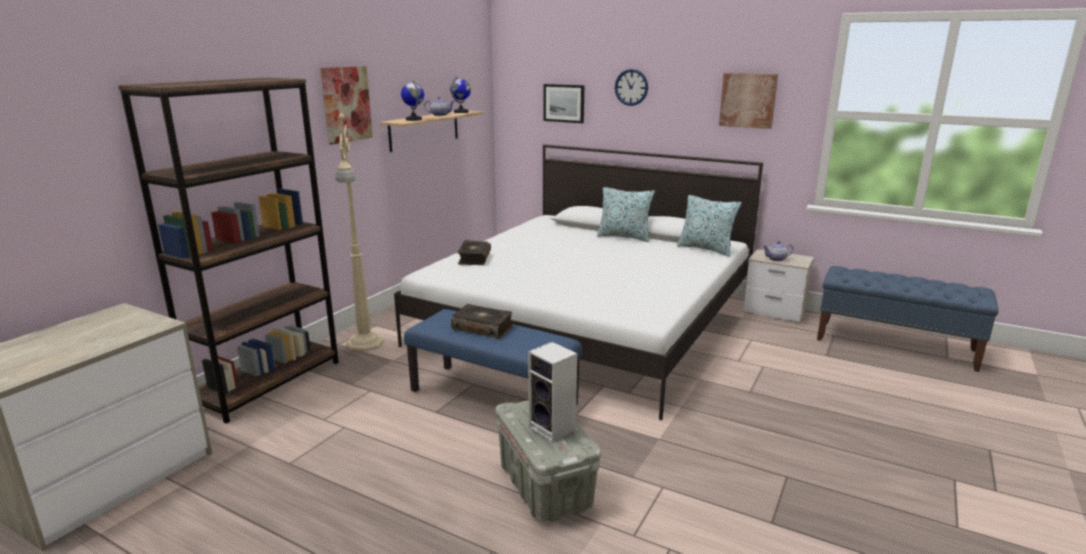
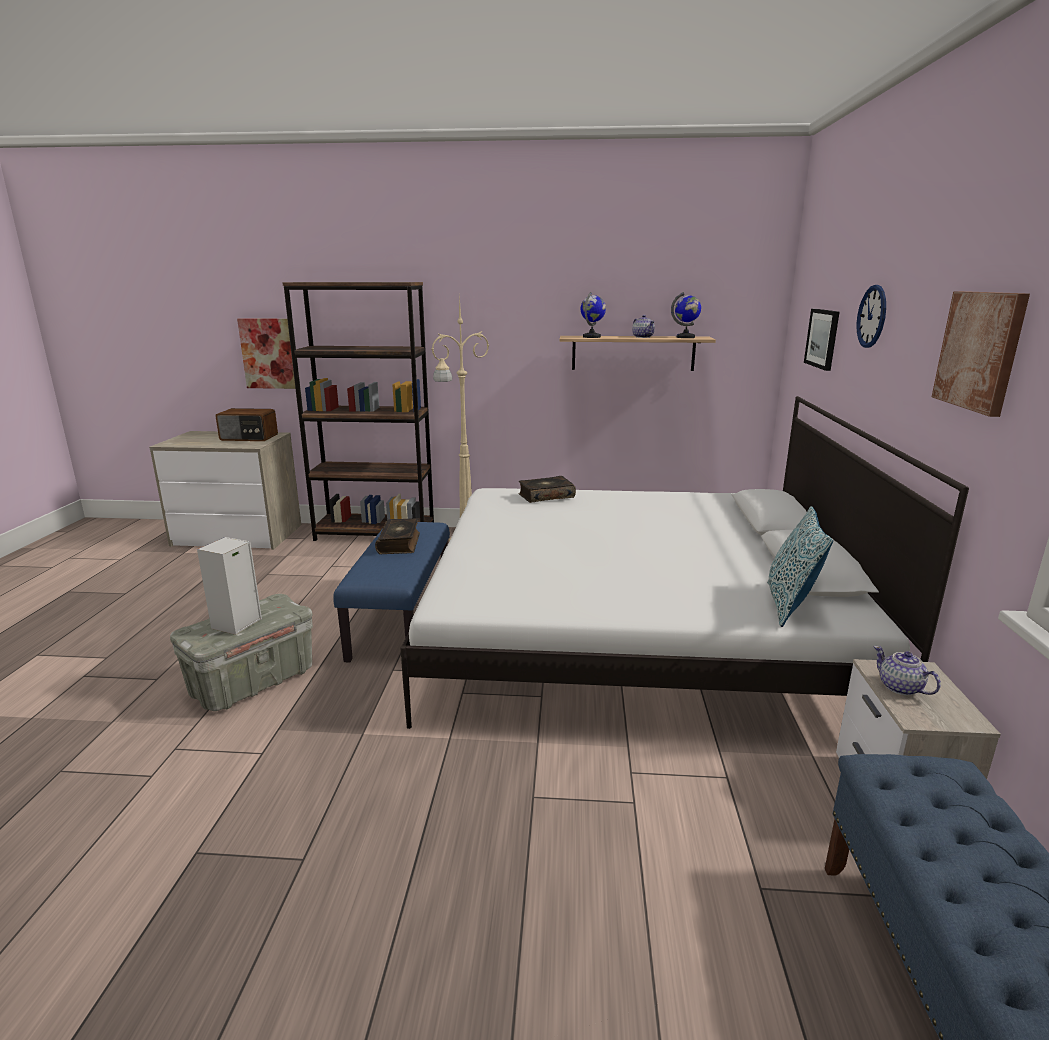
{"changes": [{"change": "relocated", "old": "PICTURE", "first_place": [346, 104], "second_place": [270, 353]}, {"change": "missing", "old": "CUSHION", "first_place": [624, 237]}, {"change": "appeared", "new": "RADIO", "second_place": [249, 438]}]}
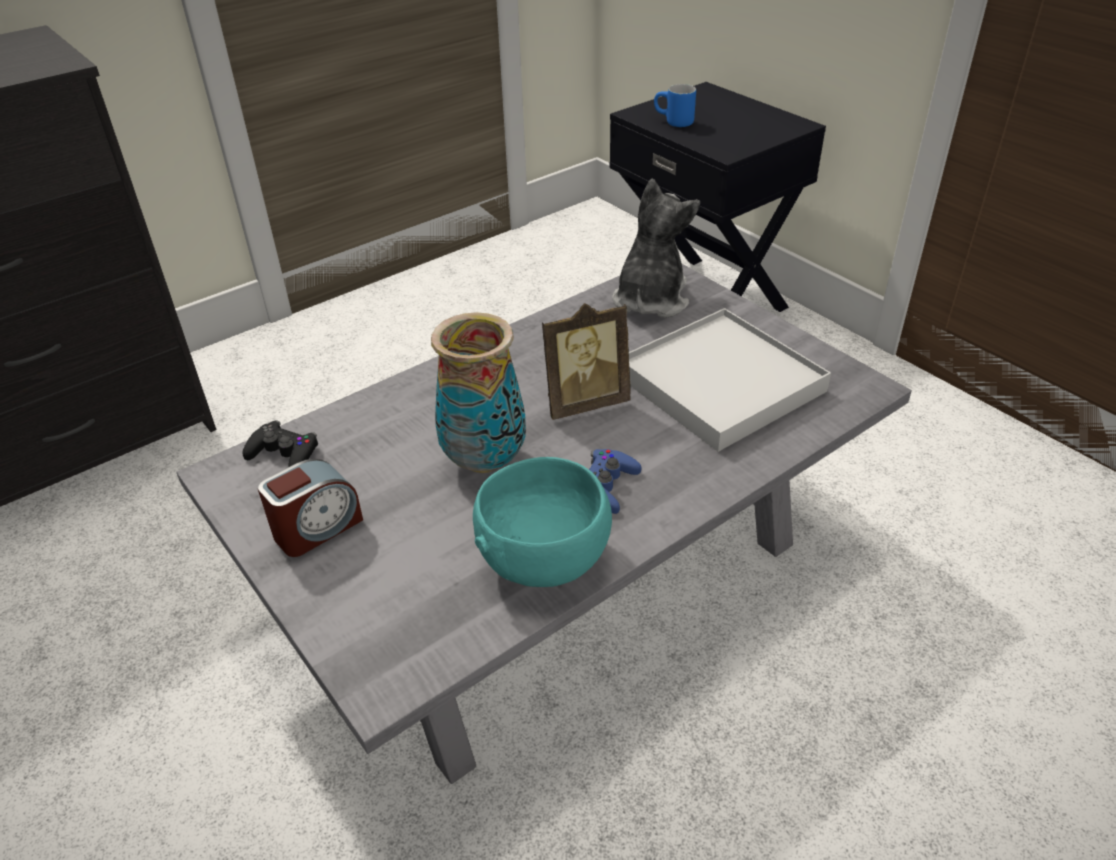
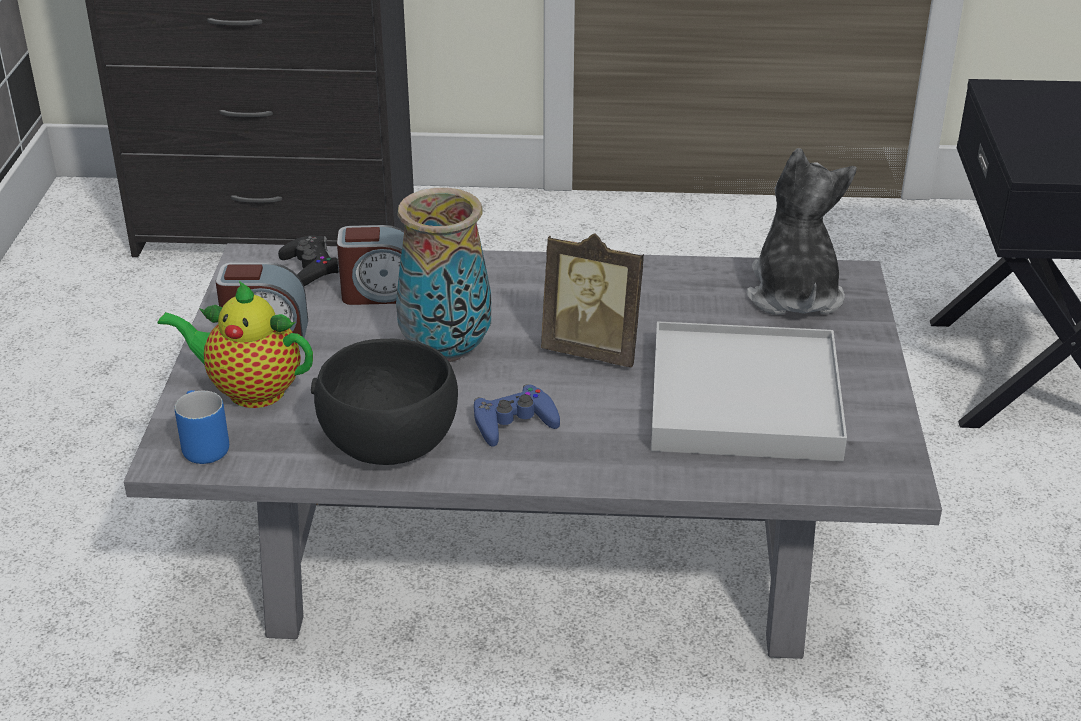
{"changes": [{"change": "relocated", "old": "BLUE-COLOURED TEA MUG", "first_place": [673, 123], "second_place": [200, 446]}, {"change": "spun", "old": "SOFT TOY", "first_place": [650, 299], "second_place": [793, 294], "degrees": -60}, {"change": "colour", "old": "TURQUOISE SERVING BOWL", "new": "BLACK-COLOURED SERVING BOWL", "first_place": [545, 559], "second_place": [390, 446]}, {"change": "appeared", "new": "ALARM CLOCK", "second_place": [381, 293]}, {"change": "appeared", "new": "POT FOR TEA", "second_place": [249, 391]}]}
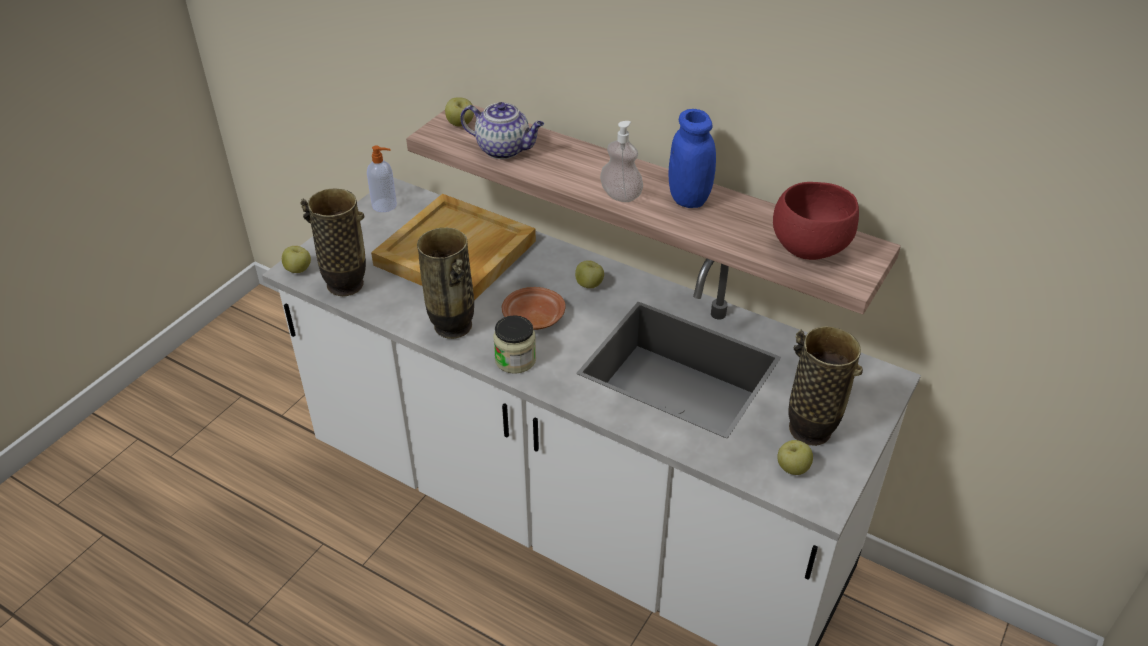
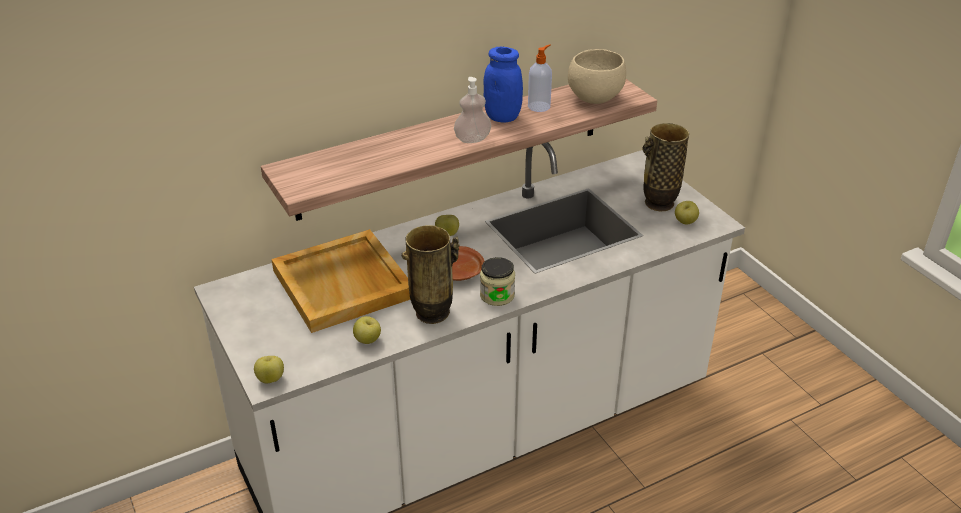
{"changes": [{"change": "relocated", "old": "APPLE FRUIT", "first_place": [460, 124], "second_place": [367, 340]}, {"change": "missing", "old": "POT FOR TEA", "first_place": [504, 149]}, {"change": "relocated", "old": "SOAP BOTTLE", "first_place": [385, 205], "second_place": [539, 106]}, {"change": "colour", "old": "RED-COLOURED SERVING BOWL", "new": "BEIGE SERVING BOWL", "first_place": [808, 248], "second_place": [593, 98]}, {"change": "missing", "old": "DECORATIVE VASE", "first_place": [345, 285]}]}
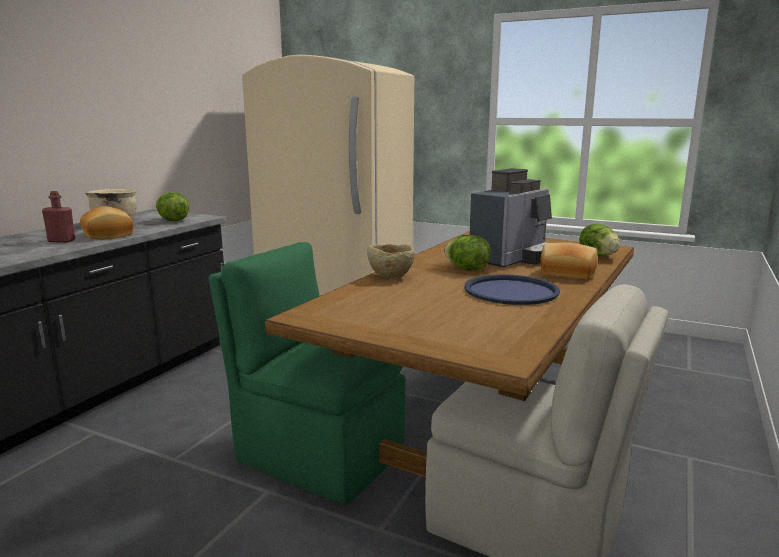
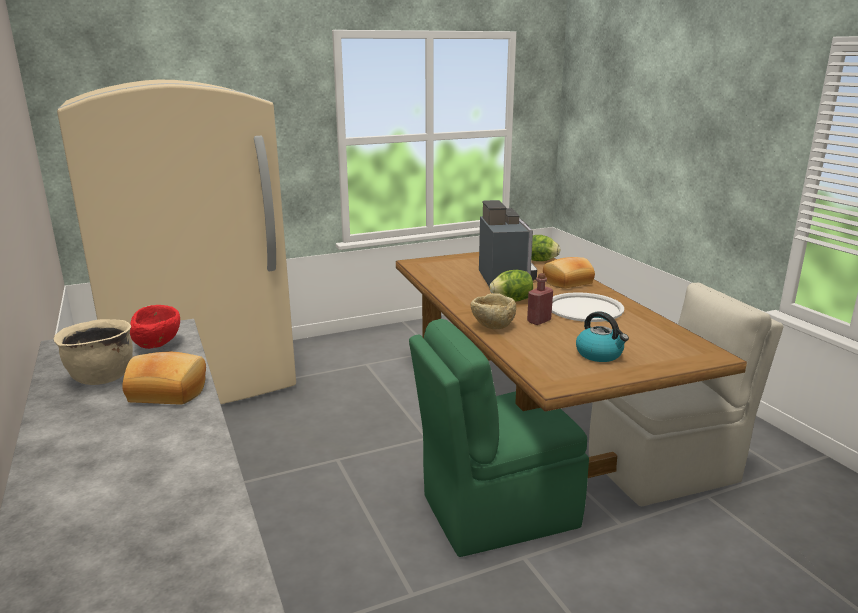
{"changes": [{"change": "relocated", "old": "RED-COLOURED BOTTLE", "first_place": [61, 241], "second_place": [539, 321]}, {"change": "exchanged", "old": "HEAD OF LETTUCE", "new": "RED-COLOURED SERVING BOWL", "first_place": [173, 220], "second_place": [158, 345]}, {"change": "colour", "old": "BLUE-COLOURED TRAY", "new": "WHITE TRAY", "first_place": [511, 291], "second_place": [584, 308]}, {"change": "appeared", "new": "KETTLE", "second_place": [600, 354]}]}
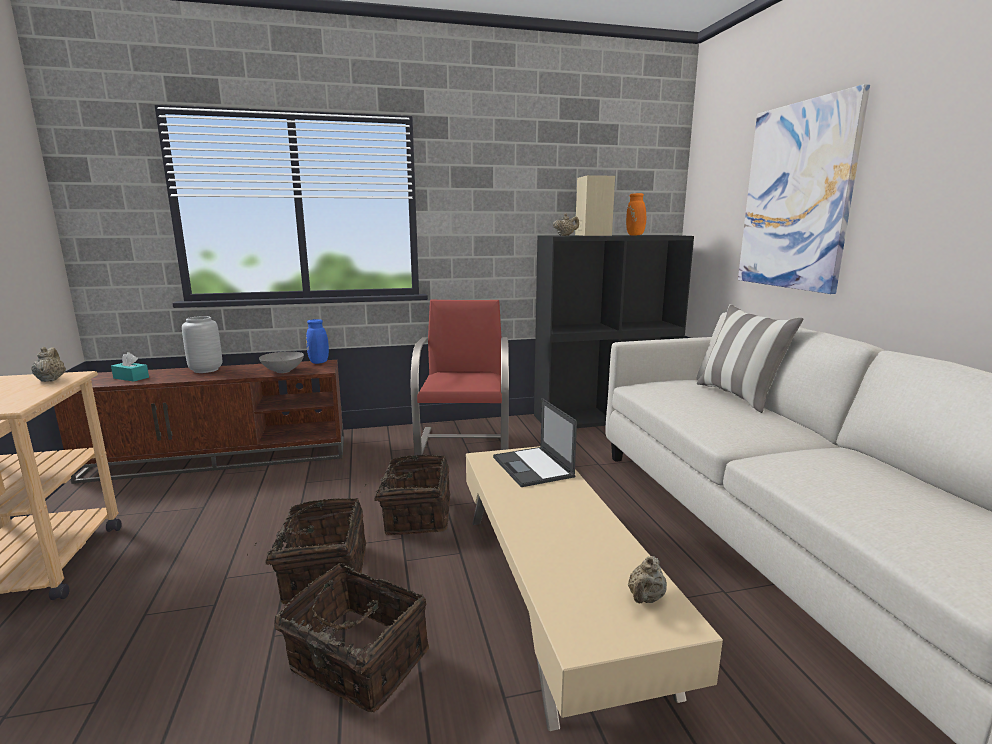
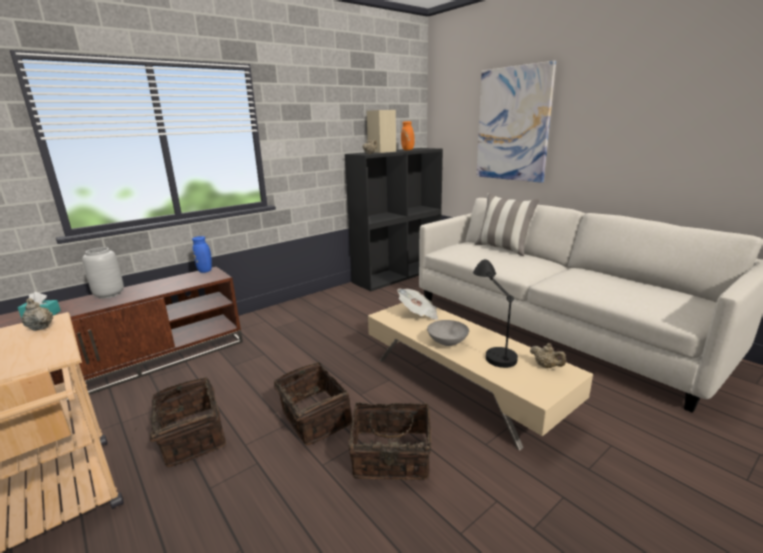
{"changes": [{"change": "missing", "old": "RED-COLOURED LOUNGE CHAIR", "first_place": [464, 441]}, {"change": "relocated", "old": "GREY SERVING BOWL", "first_place": [284, 371], "second_place": [448, 342]}, {"change": "exchanged", "old": "NOTEBOOK COMPUTER", "new": "DAILY PAPER", "first_place": [533, 467], "second_place": [418, 314]}, {"change": "relocated", "old": "HOUSEHOLD BASKET", "first_place": [415, 515], "second_place": [190, 437]}, {"change": "spun", "old": "BEIGE POT FOR TEA", "first_place": [645, 598], "second_place": [546, 366], "degrees": -45}, {"change": "appeared", "new": "BLACK-COLOURED TABLETOP LAMP", "second_place": [492, 345]}]}
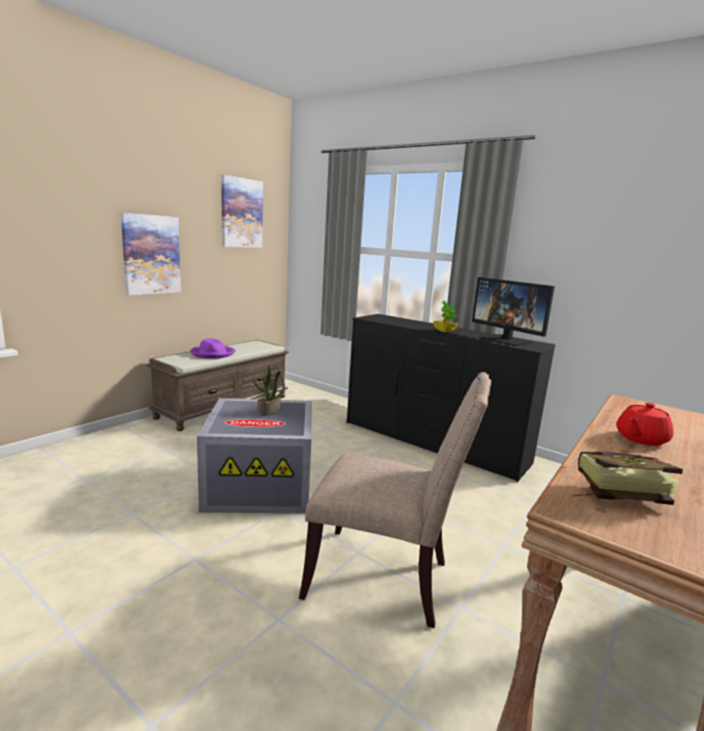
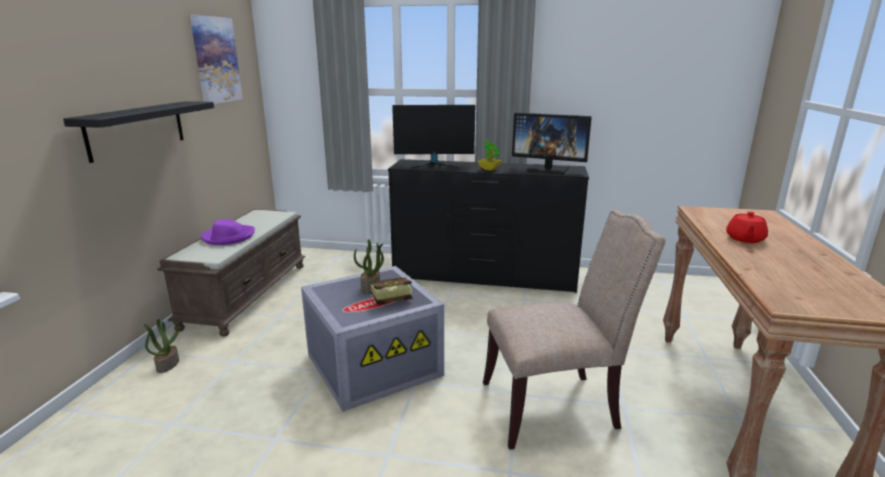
{"changes": [{"change": "exchanged", "old": "PICTURE", "new": "BLACK-COLOURED SHELF", "first_place": [151, 254], "second_place": [137, 129]}, {"change": "relocated", "old": "VOLUME", "first_place": [611, 494], "second_place": [386, 300]}, {"change": "appeared", "new": "MONITOR", "second_place": [434, 165]}, {"change": "appeared", "new": "PLANT IN A POT", "second_place": [167, 364]}]}
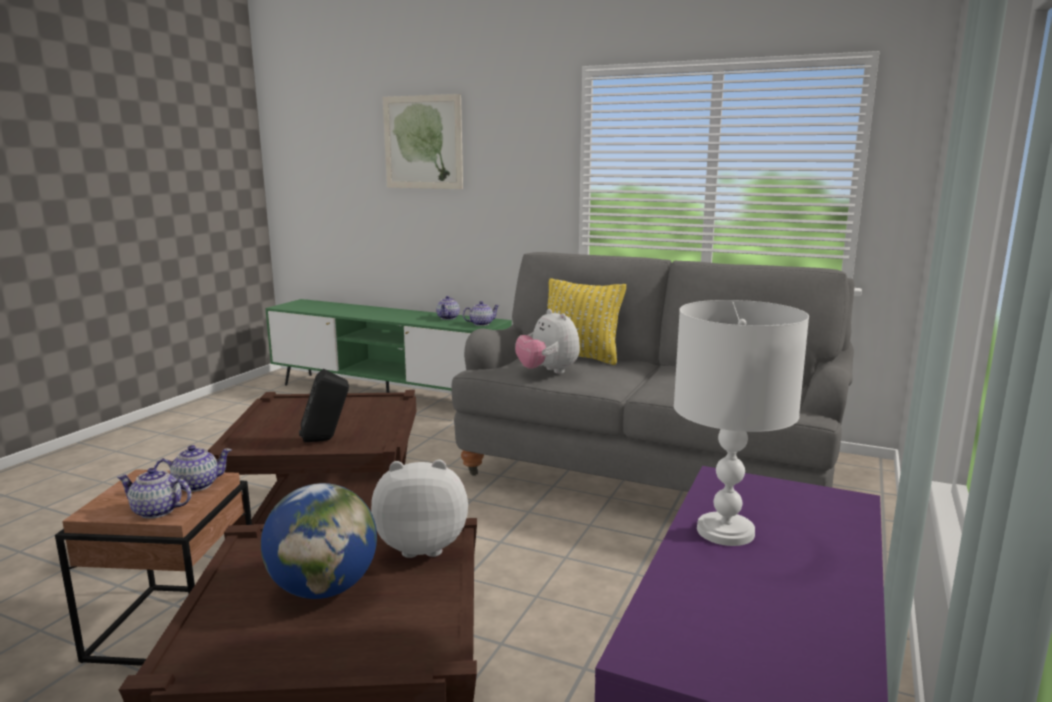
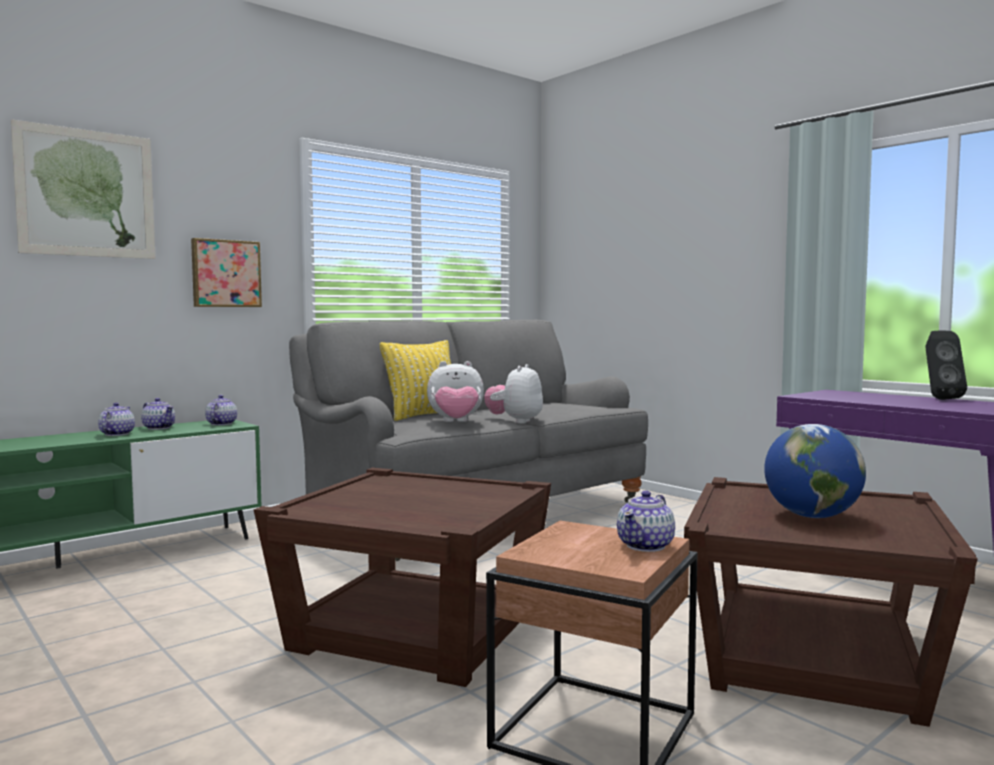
{"changes": [{"change": "missing", "old": "WHITE TABLETOP LAMP", "first_place": [724, 530]}, {"change": "relocated", "old": "BLACK-COLOURED LOUDSPEAKER", "first_place": [326, 440], "second_place": [939, 399]}, {"change": "relocated", "old": "POT FOR TEA", "first_place": [195, 485], "second_place": [116, 434]}, {"change": "relocated", "old": "SOFT TOY", "first_place": [422, 546], "second_place": [515, 421]}, {"change": "appeared", "new": "PICTURE", "second_place": [225, 273]}]}
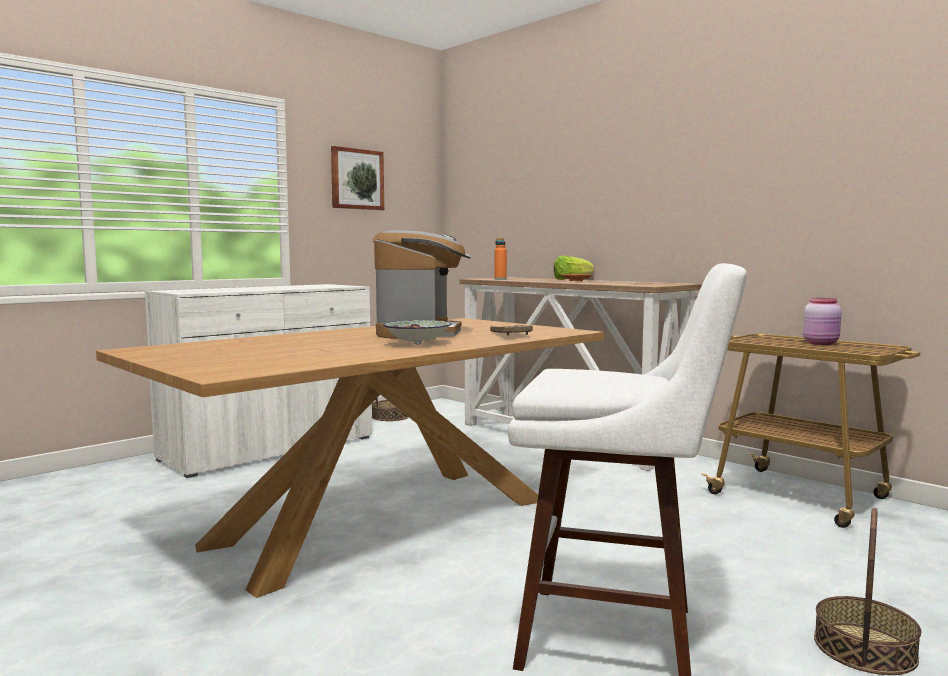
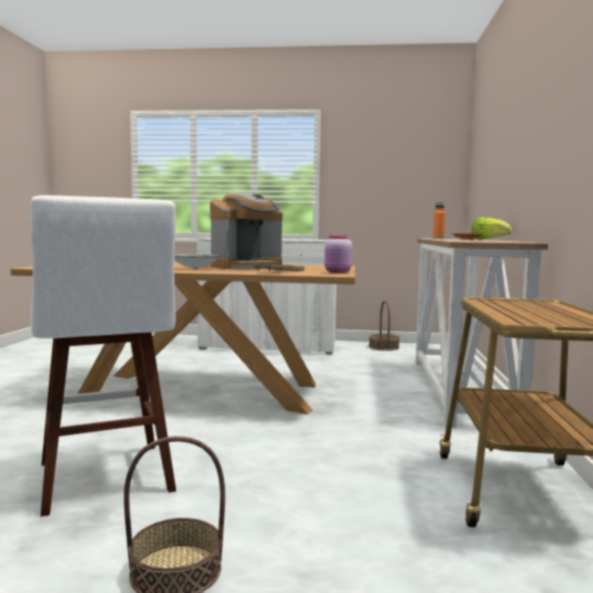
{"changes": [{"change": "missing", "old": "PICTURE", "first_place": [356, 179]}, {"change": "relocated", "old": "PINK STORAGE JAR", "first_place": [821, 343], "second_place": [338, 272]}]}
